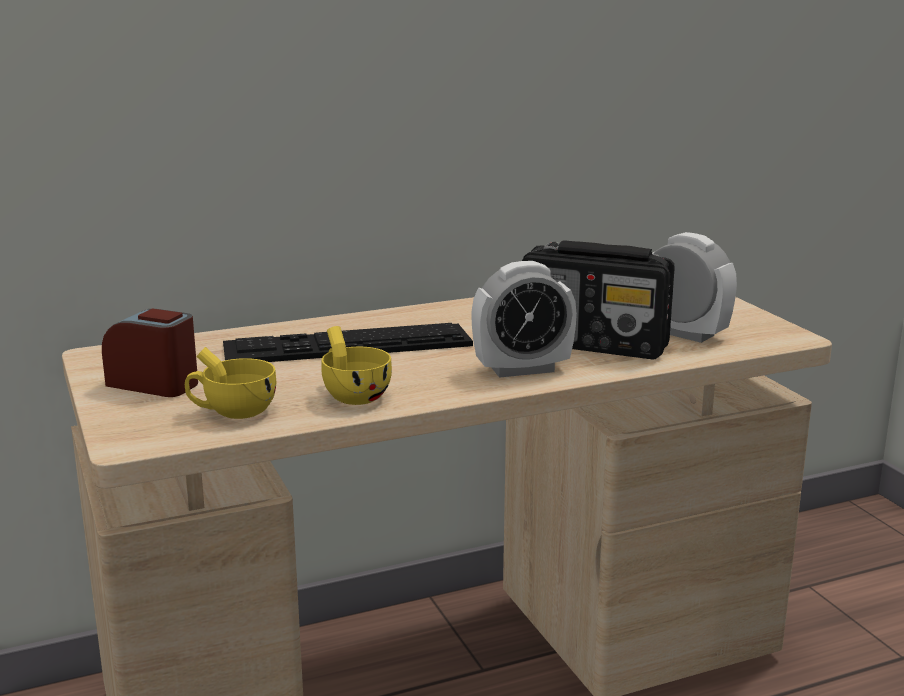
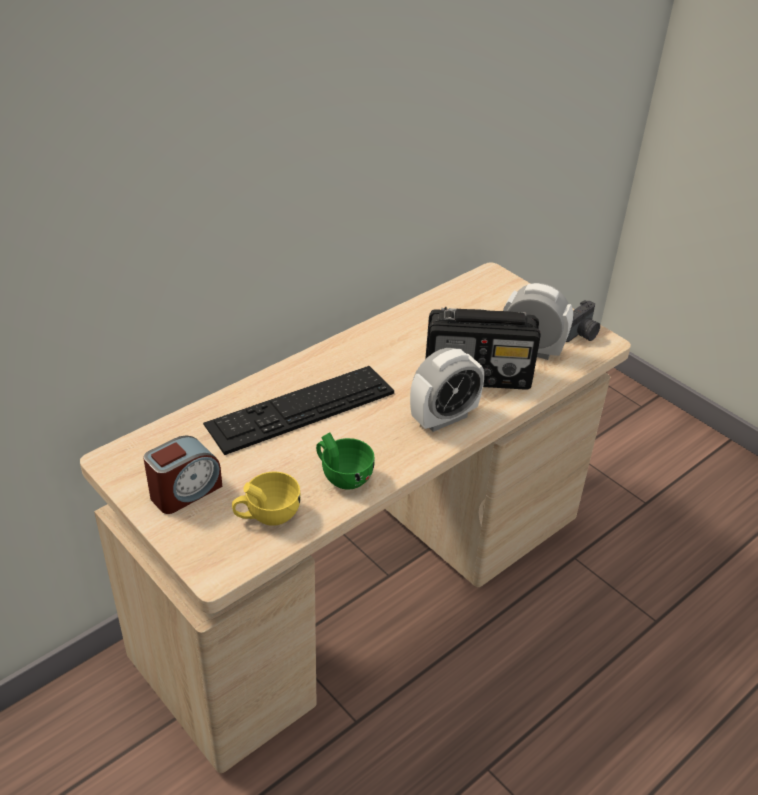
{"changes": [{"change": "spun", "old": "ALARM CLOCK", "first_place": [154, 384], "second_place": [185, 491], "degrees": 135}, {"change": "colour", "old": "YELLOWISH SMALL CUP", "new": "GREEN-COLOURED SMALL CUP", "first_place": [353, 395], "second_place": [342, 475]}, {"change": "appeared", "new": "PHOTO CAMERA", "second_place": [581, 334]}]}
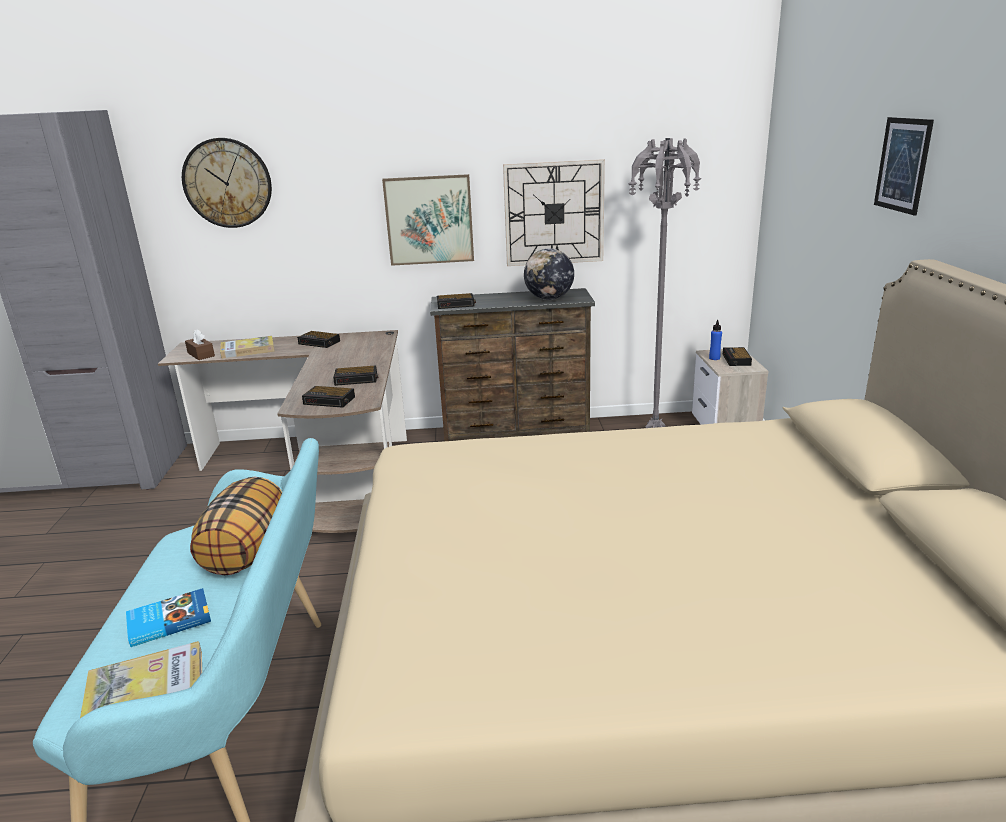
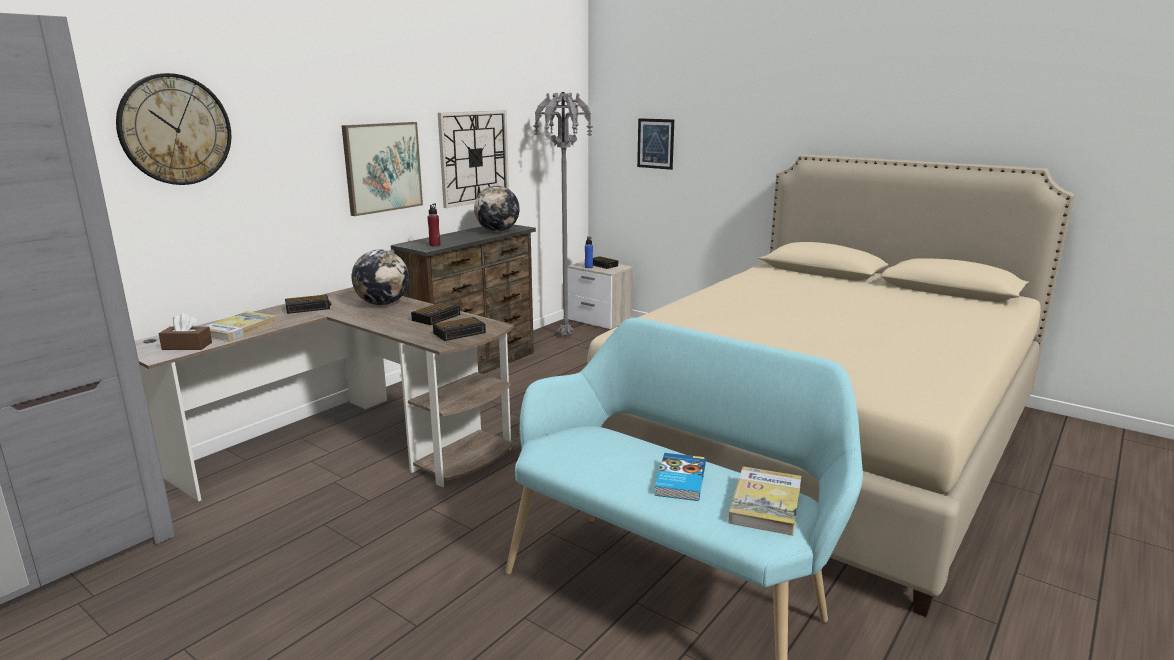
{"changes": [{"change": "relocated", "old": "PICTURE", "first_place": [902, 165], "second_place": [655, 143]}, {"change": "exchanged", "old": "ALARM CLOCK", "new": "RED-COLOURED BOTTLE", "first_place": [456, 304], "second_place": [435, 245]}, {"change": "missing", "old": "CUSHION", "first_place": [247, 553]}, {"change": "appeared", "new": "WORLD GLOBE", "second_place": [383, 304]}]}
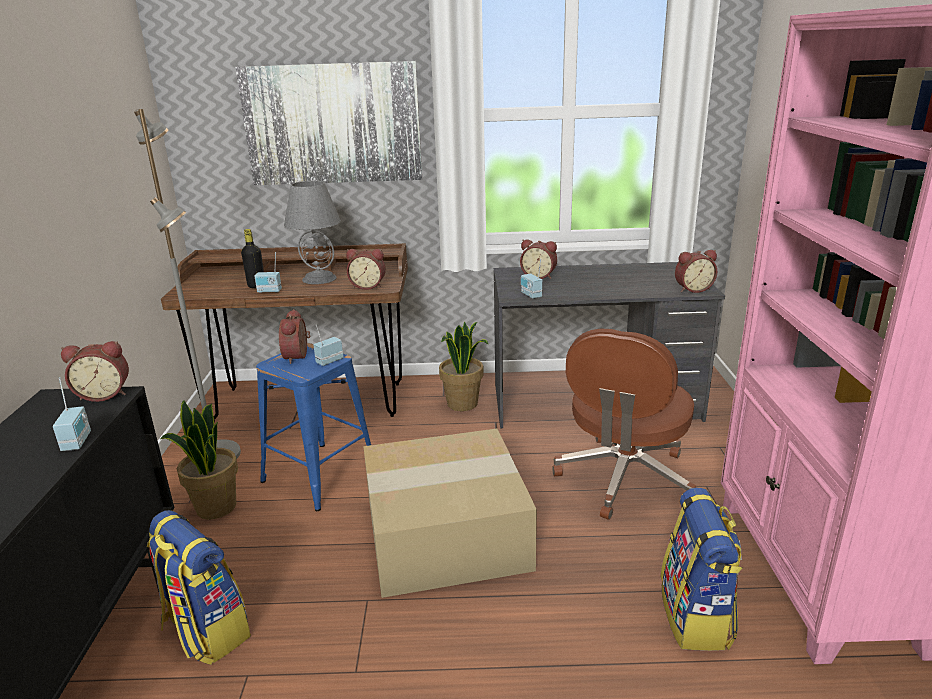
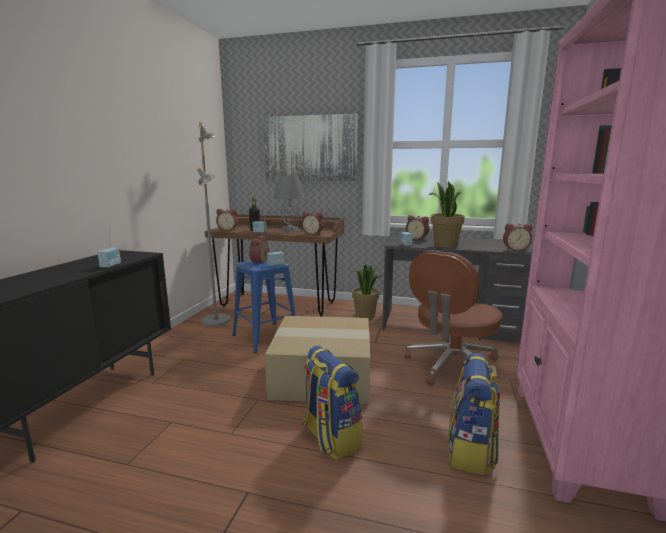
{"changes": [{"change": "relocated", "old": "ALARM CLOCK", "first_place": [104, 394], "second_place": [228, 230]}, {"change": "relocated", "old": "PLANT IN A POT", "first_place": [215, 507], "second_place": [444, 245]}, {"change": "relocated", "old": "BACKPACK", "first_place": [205, 631], "second_place": [329, 438]}]}
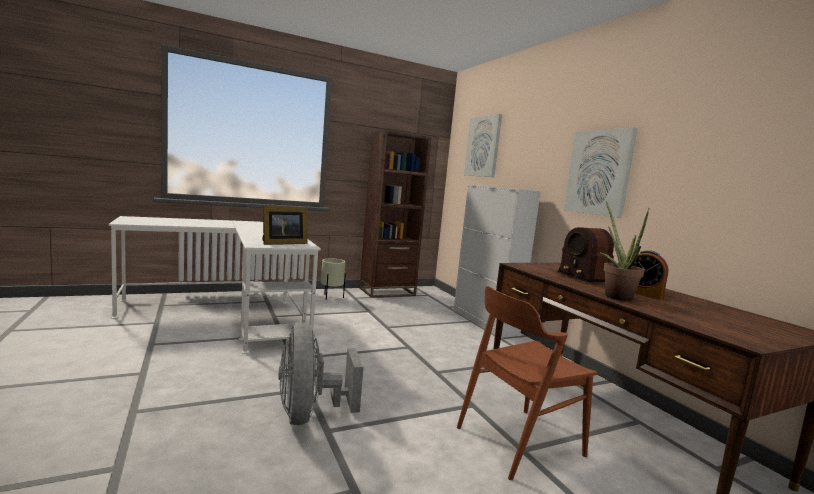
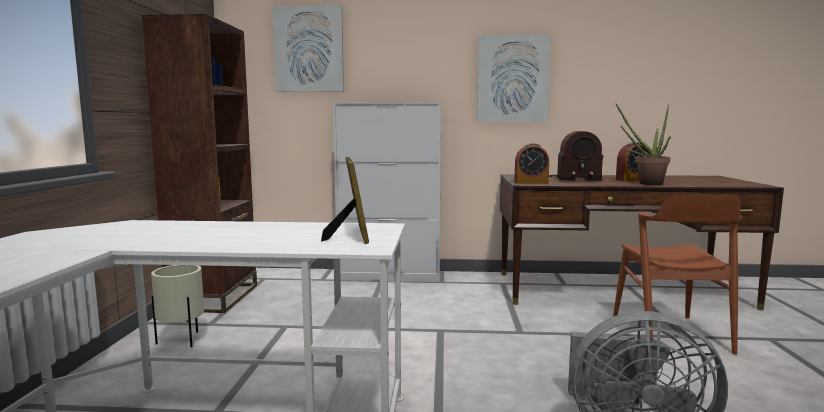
{"changes": [{"change": "appeared", "new": "ALARM CLOCK", "second_place": [531, 183]}]}
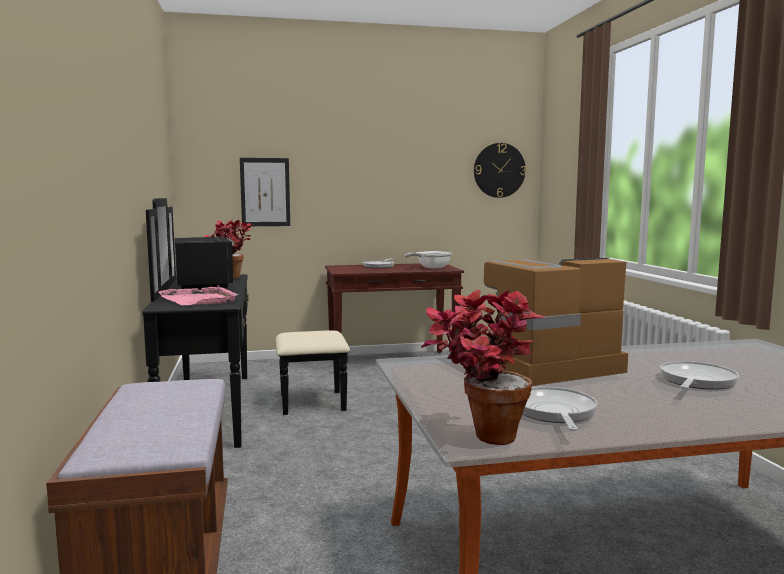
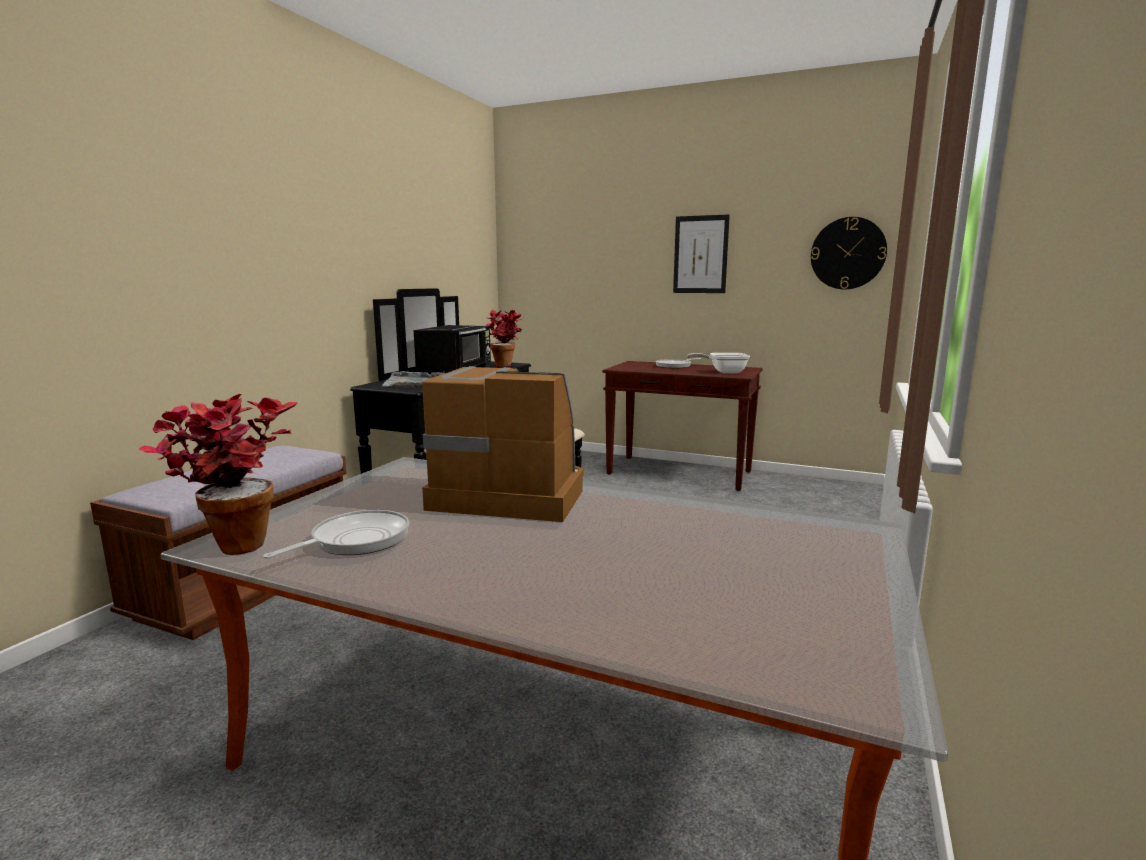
{"changes": [{"change": "relocated", "old": "PICTURE", "first_place": [265, 192], "second_place": [700, 254]}, {"change": "colour", "old": "PINK TRAY", "new": "GREY TRAY", "first_place": [200, 299], "second_place": [413, 383]}, {"change": "missing", "old": "PAN", "first_place": [696, 381]}]}
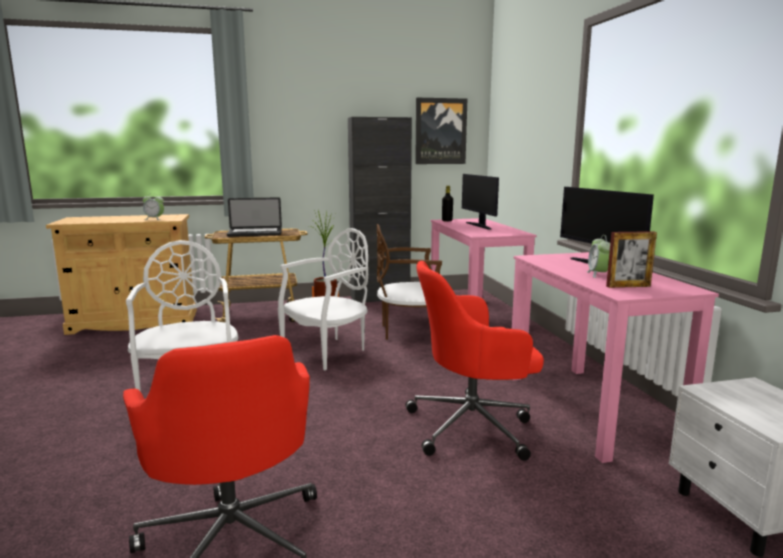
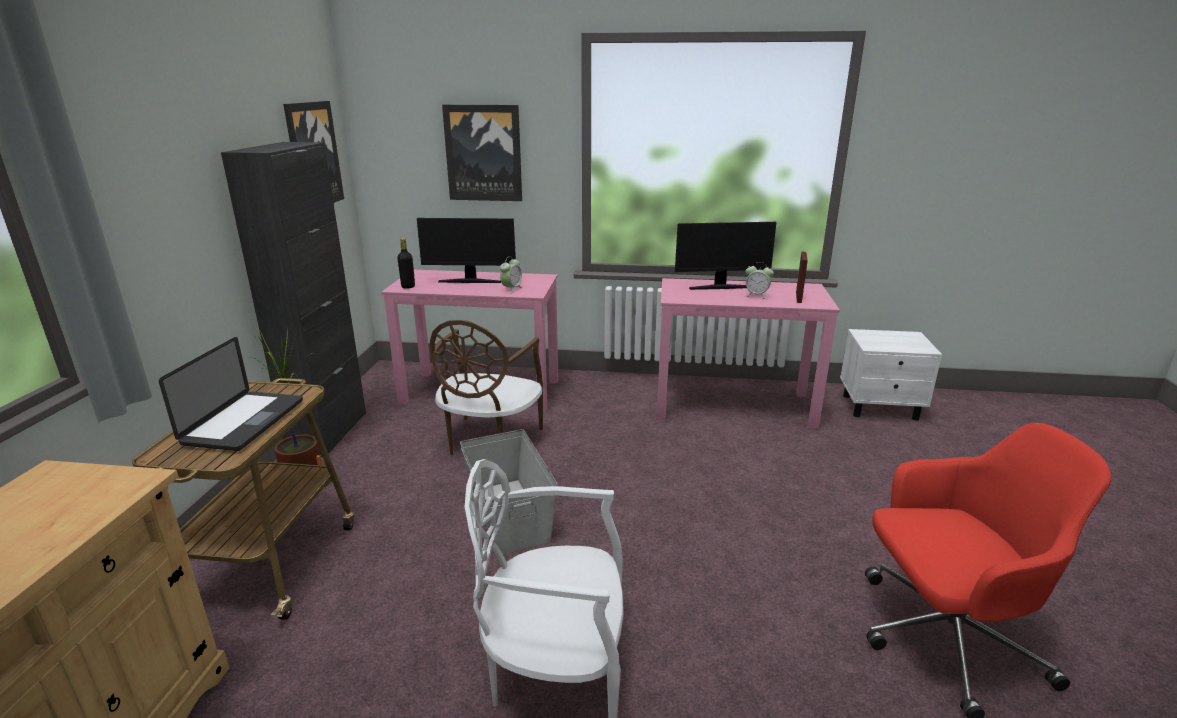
{"changes": [{"change": "relocated", "old": "ALARM CLOCK", "first_place": [154, 219], "second_place": [511, 289]}, {"change": "exchanged", "old": "WHITE CHAIR", "new": "GREY STORAGE BOX", "first_place": [328, 351], "second_place": [510, 514]}, {"change": "missing", "old": "RED-COLOURED COMPUTER CHAIR", "first_place": [473, 426]}, {"change": "appeared", "new": "PICTURE", "second_place": [483, 153]}]}
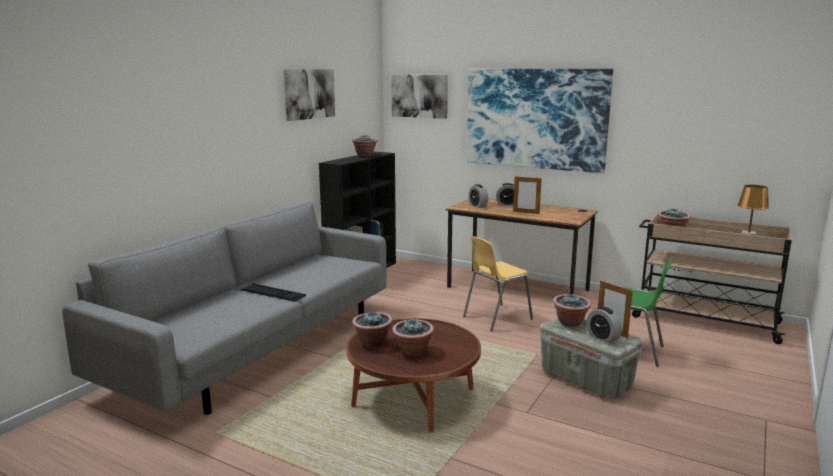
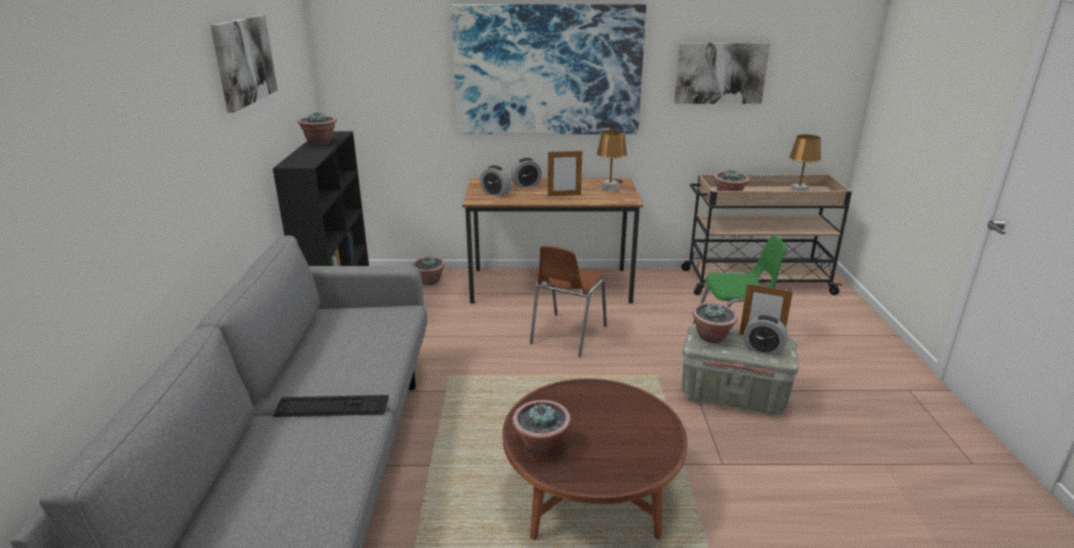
{"changes": [{"change": "relocated", "old": "PICTURE", "first_place": [419, 96], "second_place": [720, 73]}, {"change": "colour", "old": "YELLOWISH CHAIR", "new": "BROWN CHAIR", "first_place": [496, 317], "second_place": [567, 335]}, {"change": "relocated", "old": "PLANT IN A POT", "first_place": [413, 351], "second_place": [430, 281]}, {"change": "appeared", "new": "BROWN TABLETOP LAMP", "second_place": [610, 189]}]}
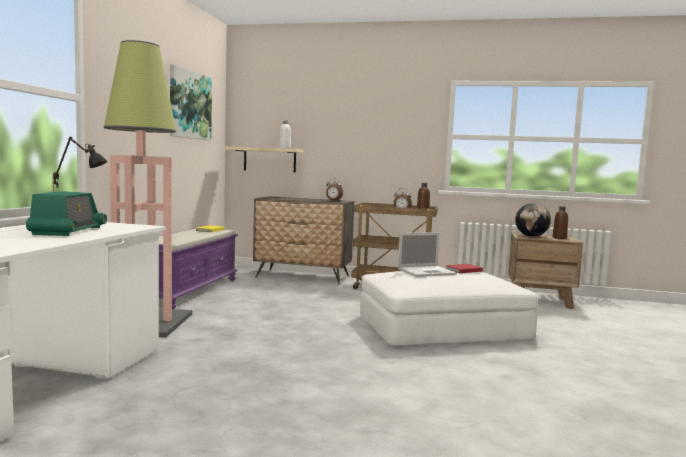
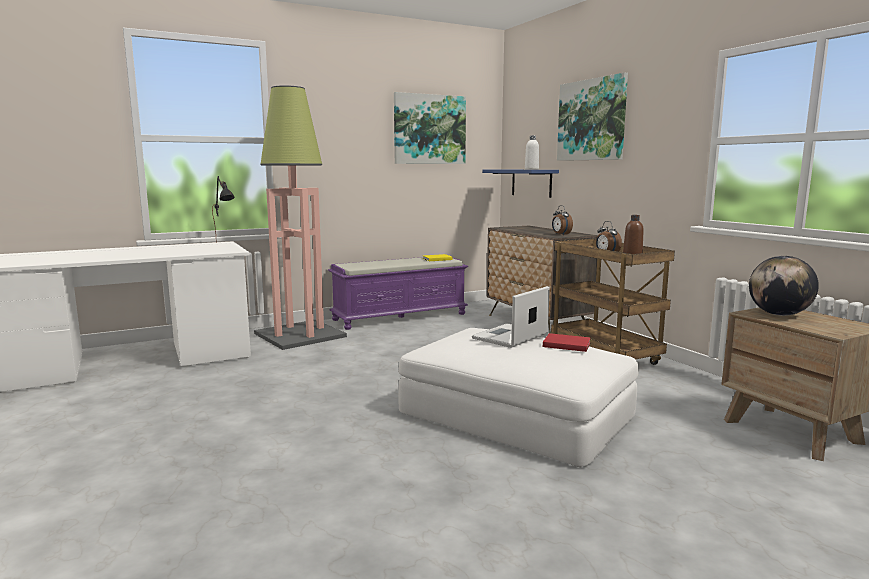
{"changes": [{"change": "colour", "old": "BEIGE SHELF", "new": "BLUE-COLOURED SHELF", "first_place": [269, 160], "second_place": [531, 183]}, {"change": "missing", "old": "RADIO", "first_place": [68, 231]}, {"change": "missing", "old": "BROWN BOTTLE", "first_place": [559, 238]}, {"change": "spun", "old": "NOTEBOOK COMPUTER", "first_place": [427, 272], "second_place": [509, 337], "degrees": 105}, {"change": "appeared", "new": "PICTURE", "second_place": [592, 120]}]}
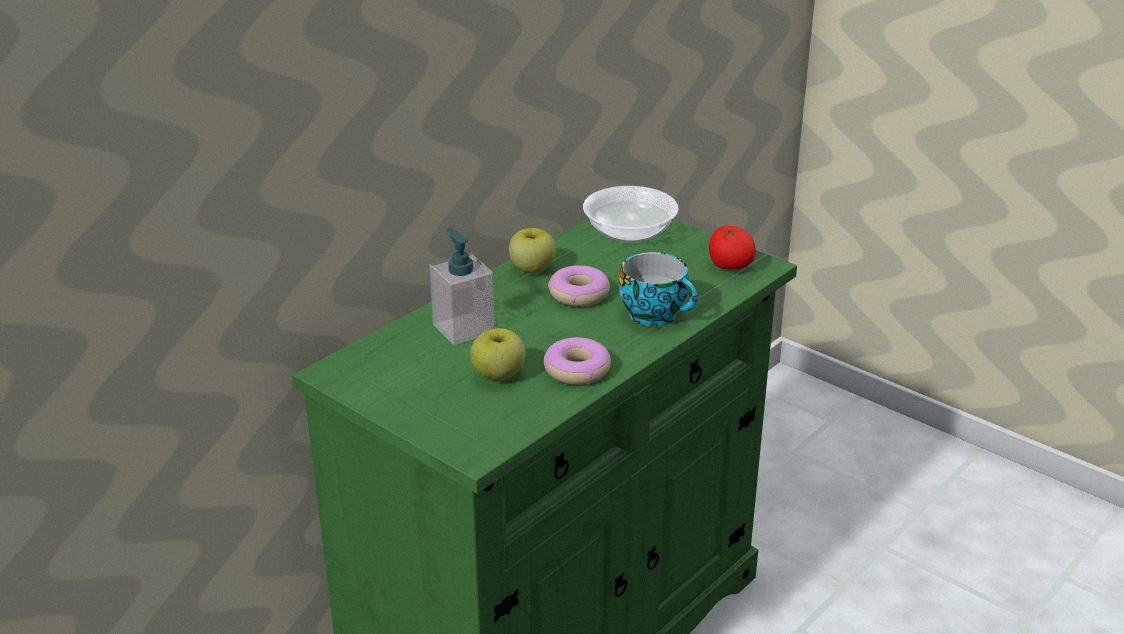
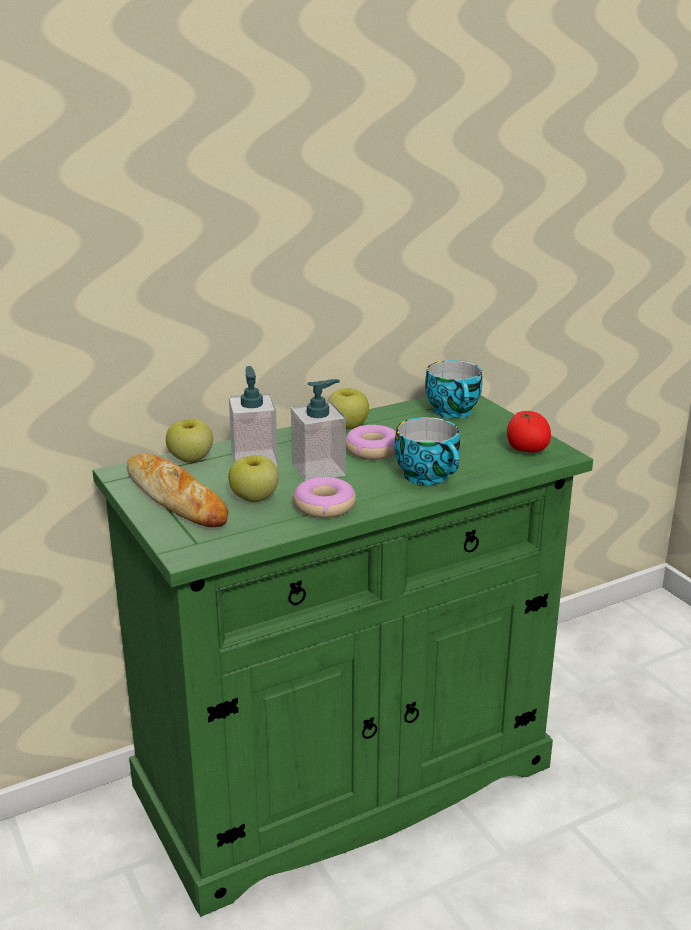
{"changes": [{"change": "exchanged", "old": "SERVING BOWL", "new": "SMALL CUP", "first_place": [630, 233], "second_place": [454, 412]}, {"change": "appeared", "new": "SOAP BOTTLE", "second_place": [319, 470]}, {"change": "appeared", "new": "APPLE FRUIT", "second_place": [190, 459]}, {"change": "appeared", "new": "BAKED BREAD", "second_place": [176, 498]}]}
